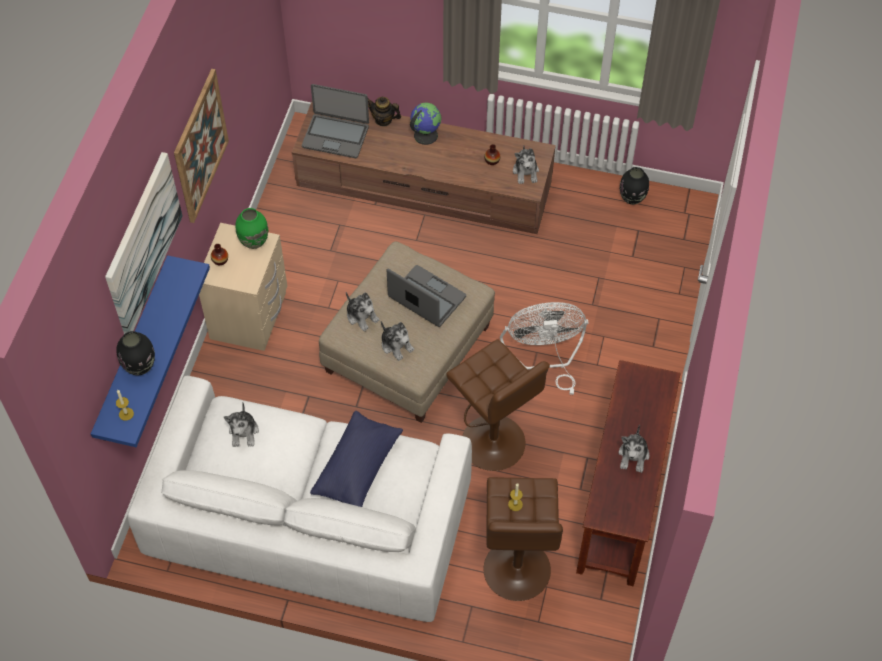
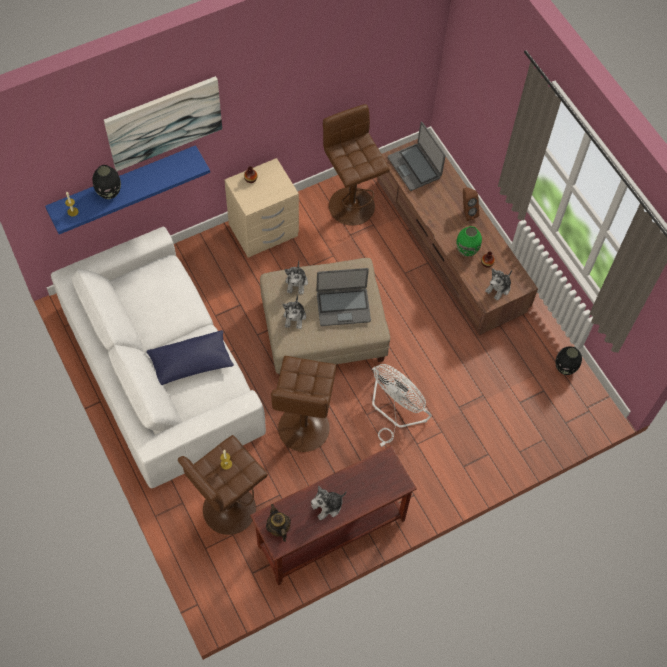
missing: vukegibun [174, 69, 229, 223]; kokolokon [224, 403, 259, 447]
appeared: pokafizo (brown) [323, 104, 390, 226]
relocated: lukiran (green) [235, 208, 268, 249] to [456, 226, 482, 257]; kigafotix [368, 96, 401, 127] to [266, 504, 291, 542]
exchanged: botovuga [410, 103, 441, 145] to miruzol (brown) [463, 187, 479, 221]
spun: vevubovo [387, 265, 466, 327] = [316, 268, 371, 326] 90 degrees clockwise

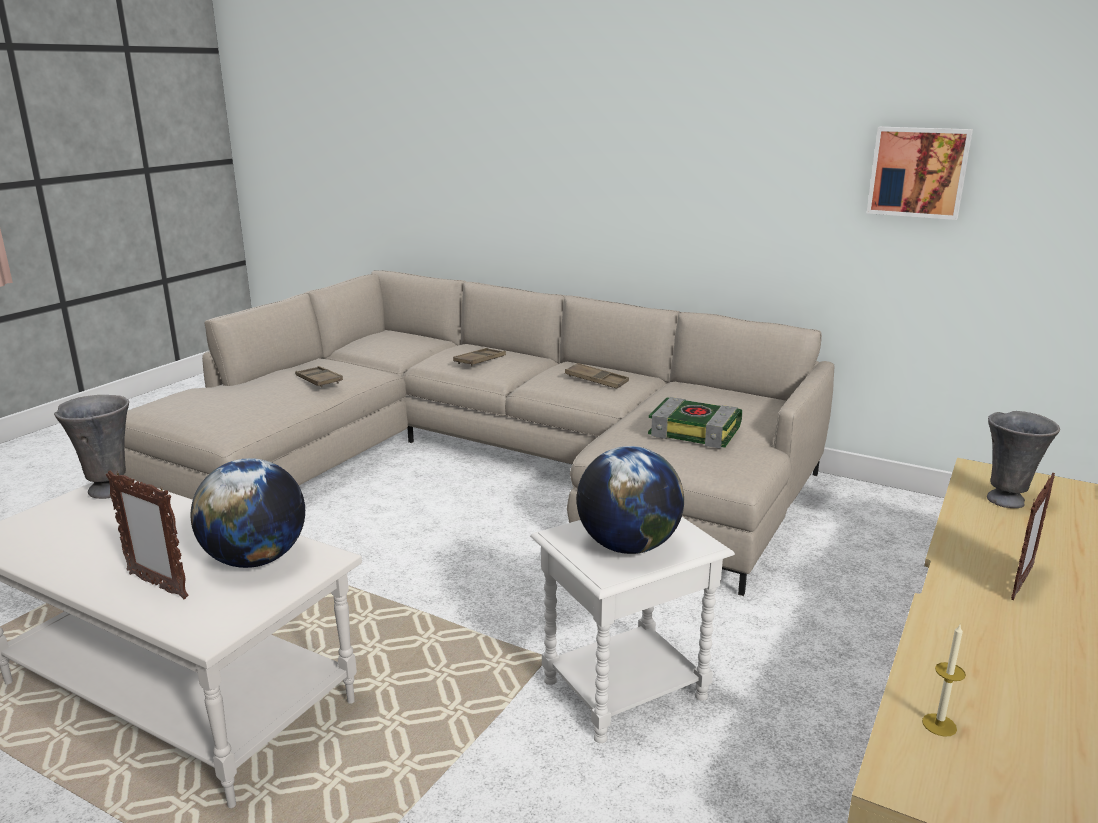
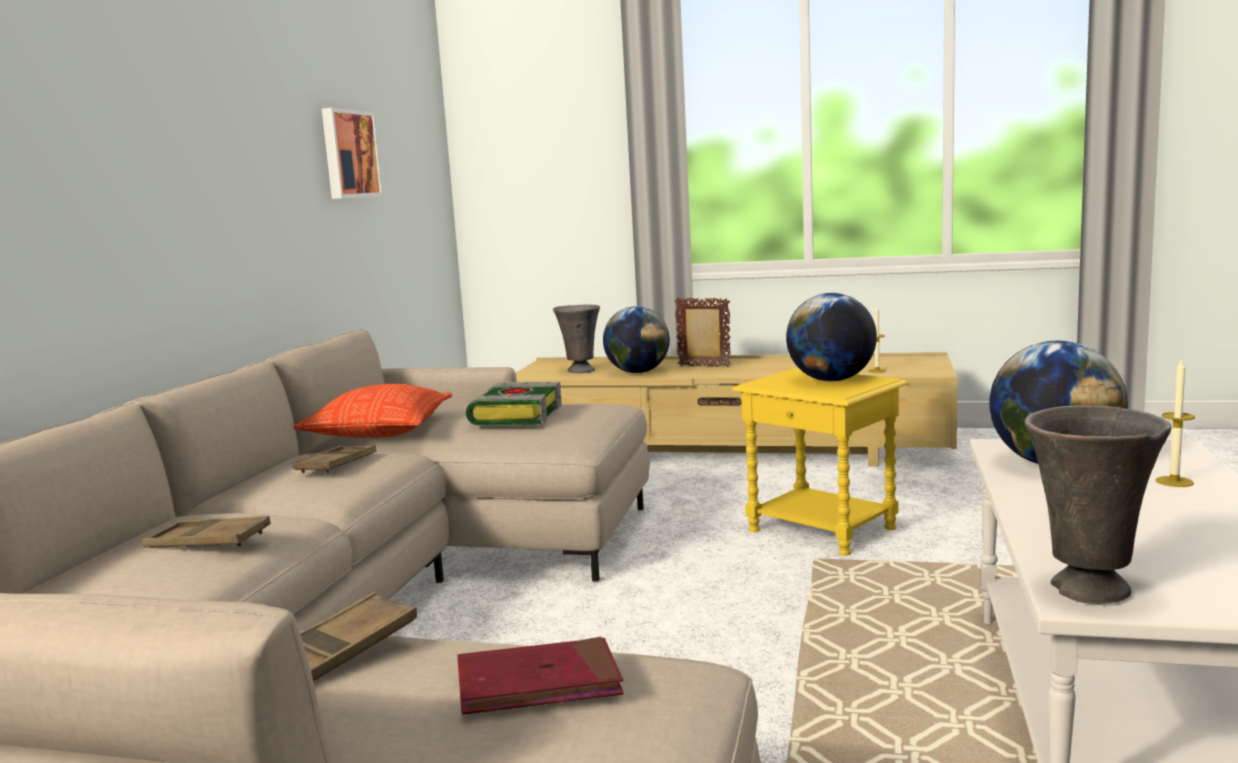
appeared: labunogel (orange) [294, 384, 452, 438]; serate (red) [457, 637, 624, 715]; botovuga [603, 306, 670, 373]
exchanged: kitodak [106, 470, 189, 599] to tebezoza [1156, 359, 1195, 487]
colour: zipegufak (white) [530, 517, 735, 743] to zipegufak (yellow) [732, 368, 908, 556]

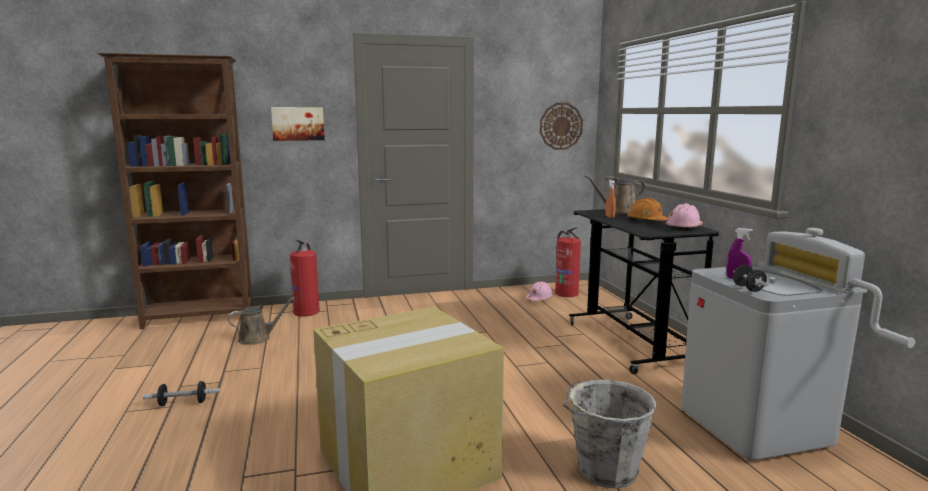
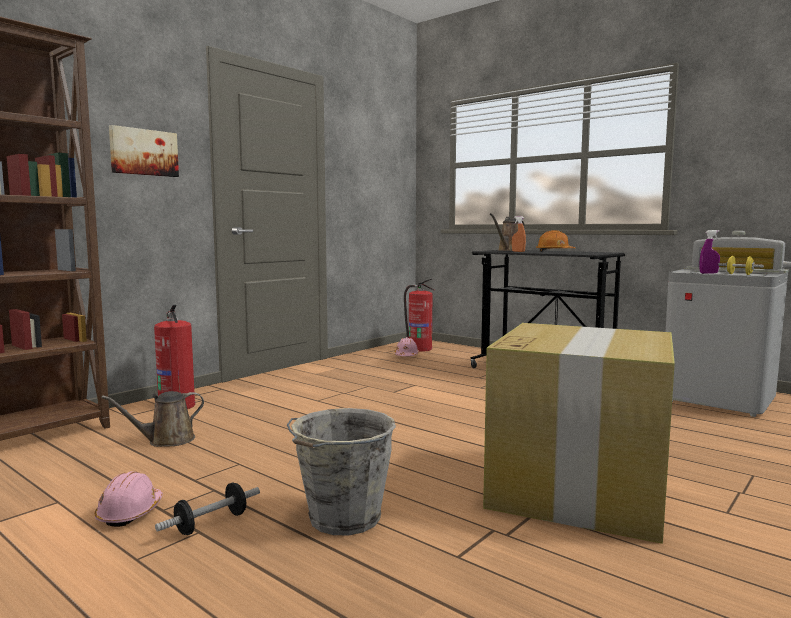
missing: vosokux [540, 103, 583, 150]
relocated: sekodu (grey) [563, 380, 657, 489] to [287, 408, 396, 535]; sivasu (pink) [666, 203, 703, 231] to [95, 471, 163, 527]
colour: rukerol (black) [733, 265, 768, 292] to rukerol (yellow) [718, 256, 764, 275]
spun: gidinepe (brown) [228, 297, 295, 345] = [101, 391, 204, 447] 150 degrees counterclockwise

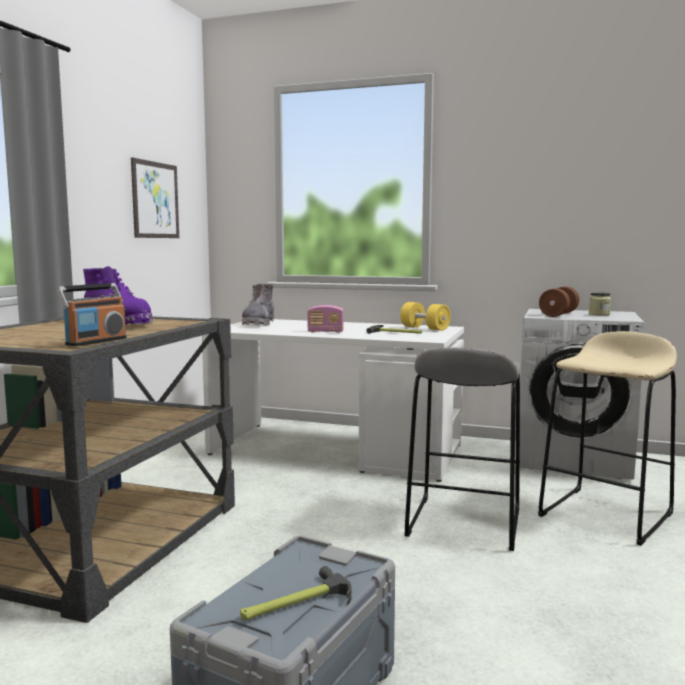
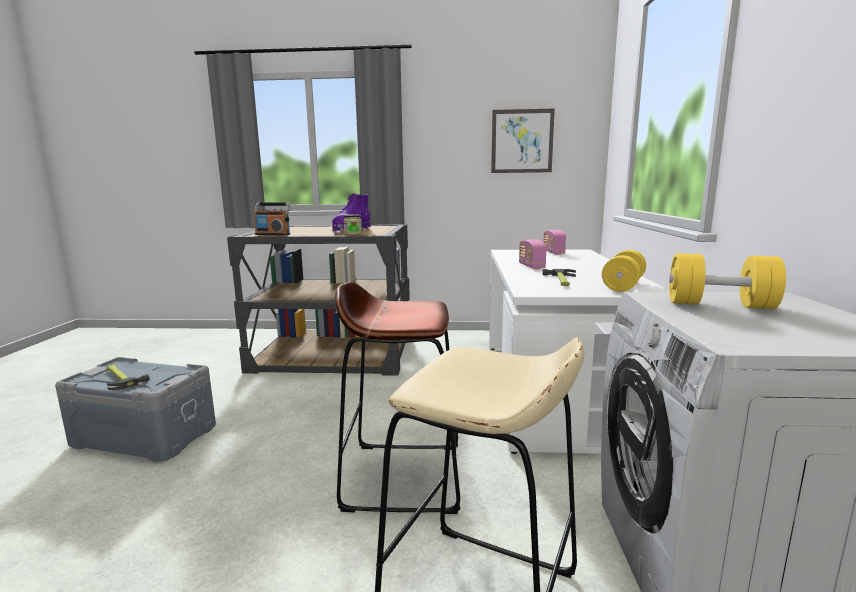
relocated: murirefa [589, 292, 611, 316] to [343, 214, 362, 235]
exchanged: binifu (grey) [242, 284, 274, 325] to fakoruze [543, 230, 566, 255]
colour: pokafizo (grey) [404, 348, 521, 551] to pokafizo (brown) [335, 282, 460, 514]; rukerol (brown) [539, 286, 579, 317] to rukerol (yellow) [669, 253, 786, 309]

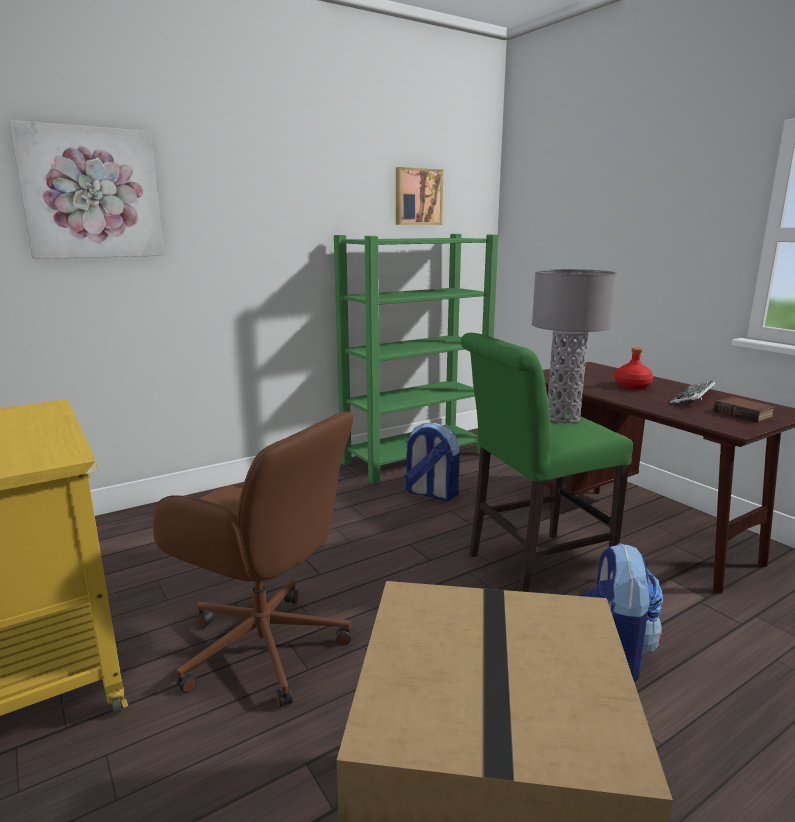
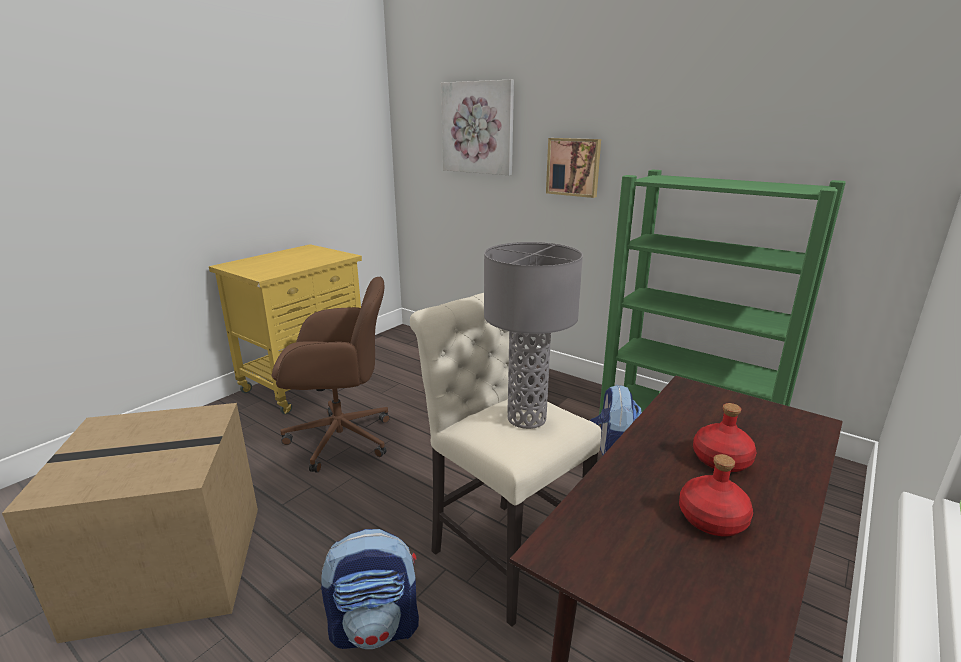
missing: serate [714, 396, 776, 423]
relocated: vukegibun [396, 167, 443, 225] to [546, 138, 601, 198]
exchanged: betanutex [670, 381, 715, 404] to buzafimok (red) [679, 454, 753, 536]
colour: pokafizo (green) [461, 333, 633, 592] to pokafizo (beige) [410, 293, 601, 627]
spun: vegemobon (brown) [153, 412, 353, 707] = [271, 276, 390, 473] 105 degrees counterclockwise

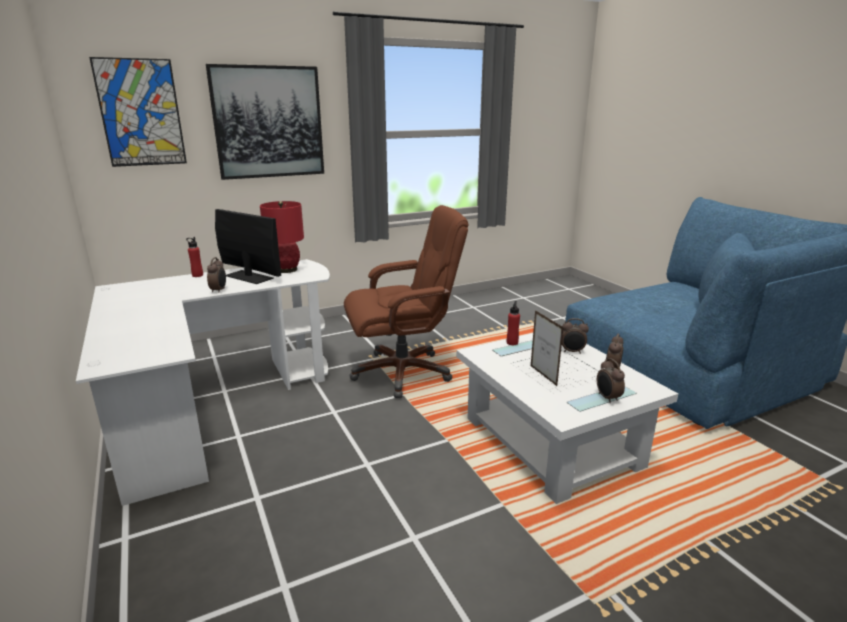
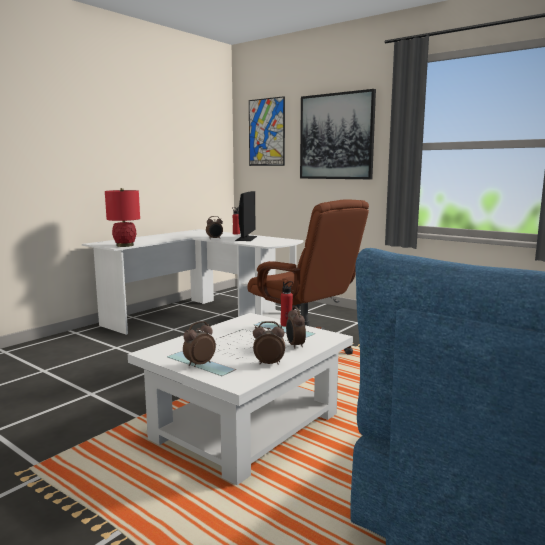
missing: kitodak [531, 310, 564, 386]
relocated: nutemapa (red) [260, 201, 304, 273] to [105, 188, 140, 247]

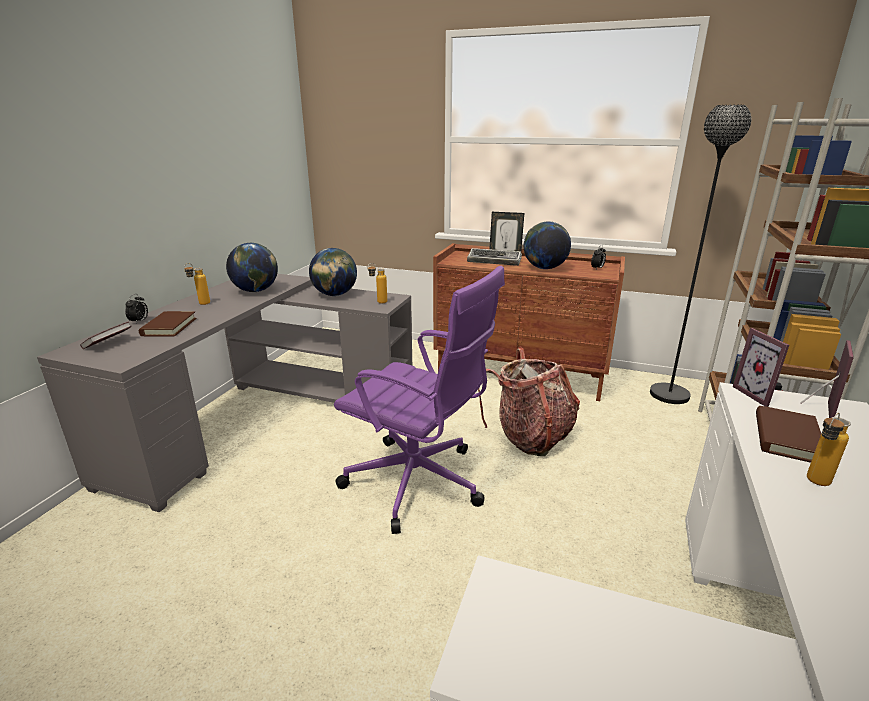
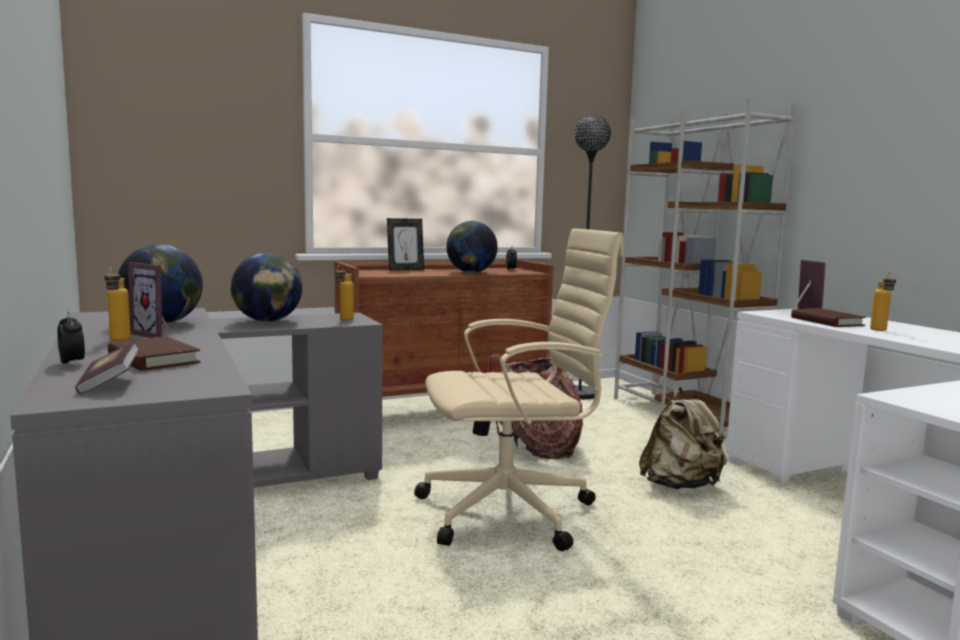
missing: betanutex [467, 248, 522, 266]
appeared: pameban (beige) [639, 387, 727, 489]
relocated: kitodak [733, 328, 789, 407] to [128, 262, 171, 338]
colour: vegemobon (purple) [334, 266, 505, 534] to vegemobon (beige) [414, 228, 624, 551]

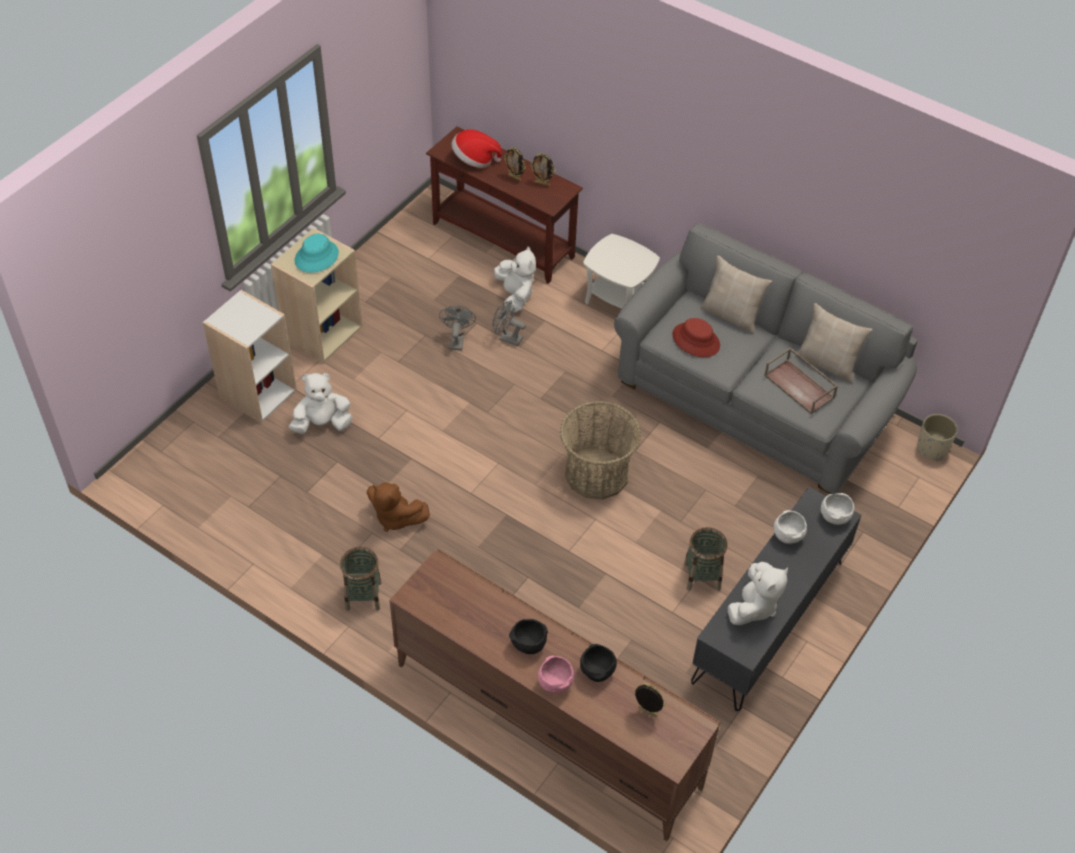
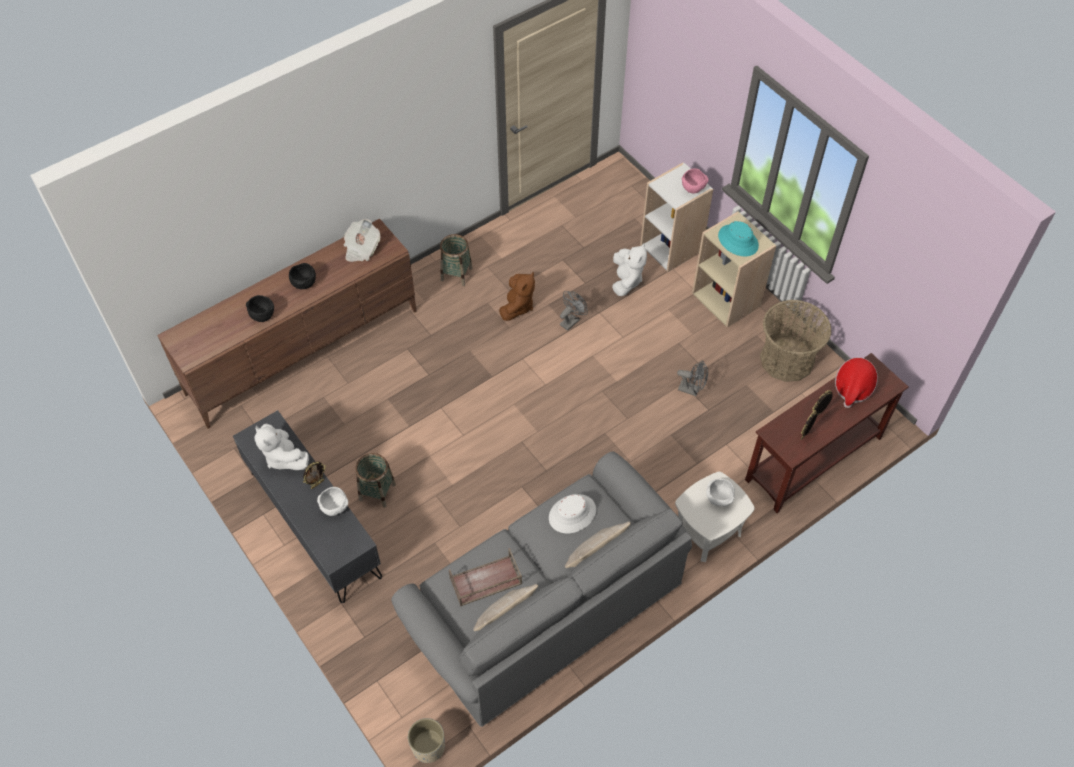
missing: kokolokon (white) [494, 246, 536, 312]
appeared: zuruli [344, 219, 381, 262]
relocated: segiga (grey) [492, 300, 526, 346] to [560, 291, 588, 331]; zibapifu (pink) [538, 656, 574, 694] to [682, 168, 709, 193]; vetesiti [560, 401, 641, 500] to [760, 300, 832, 382]; kitodak [634, 683, 666, 717] to [303, 462, 326, 489]; zibapifu (white) [821, 493, 854, 525] to [706, 479, 735, 506]
colour: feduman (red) [673, 318, 720, 357] to feduman (white) [549, 494, 596, 533]
spun: kokolokon (brown) [367, 482, 430, 532] = [499, 272, 535, 321] 150 degrees clockwise

